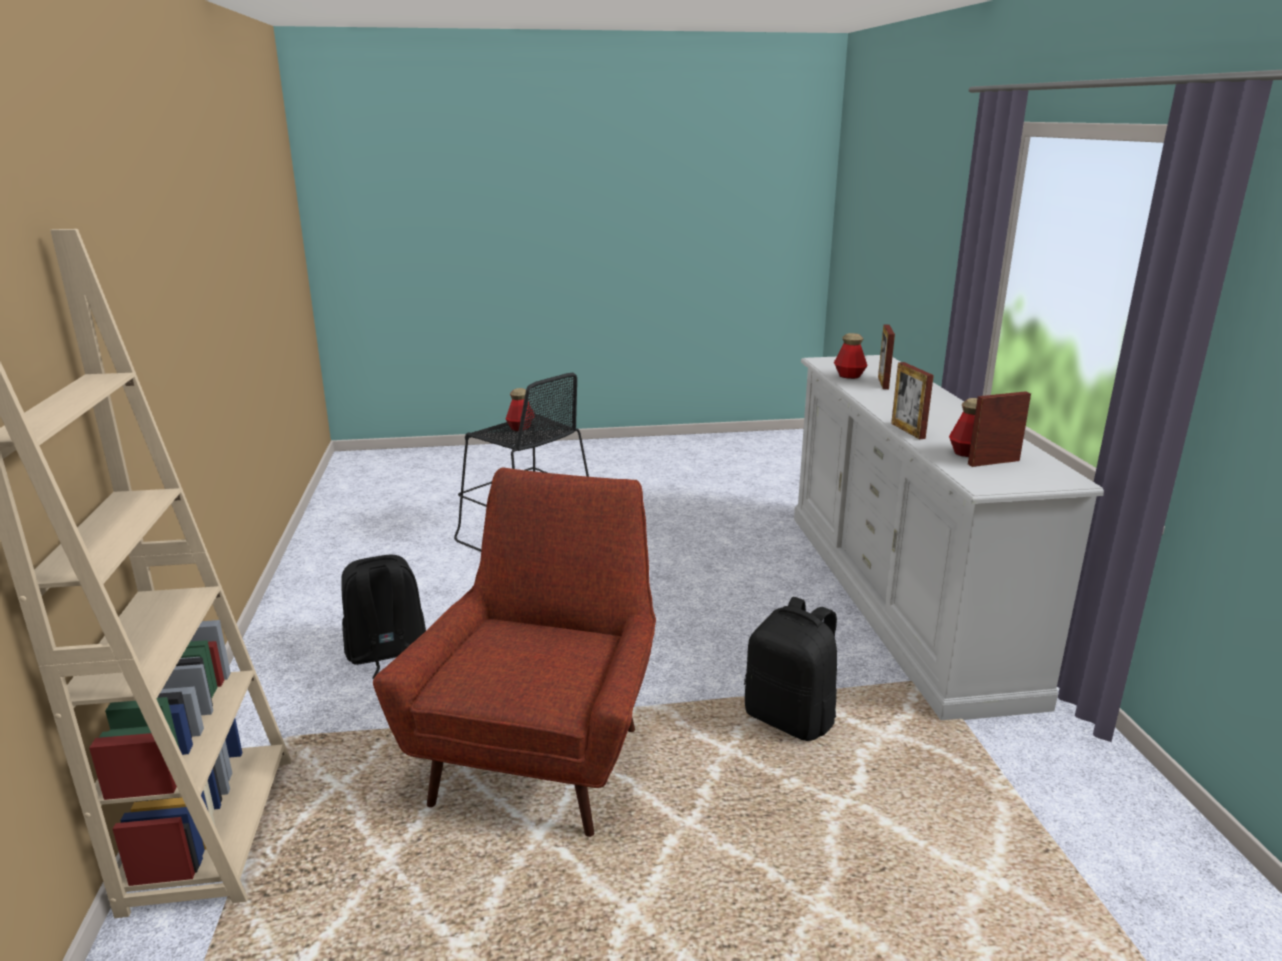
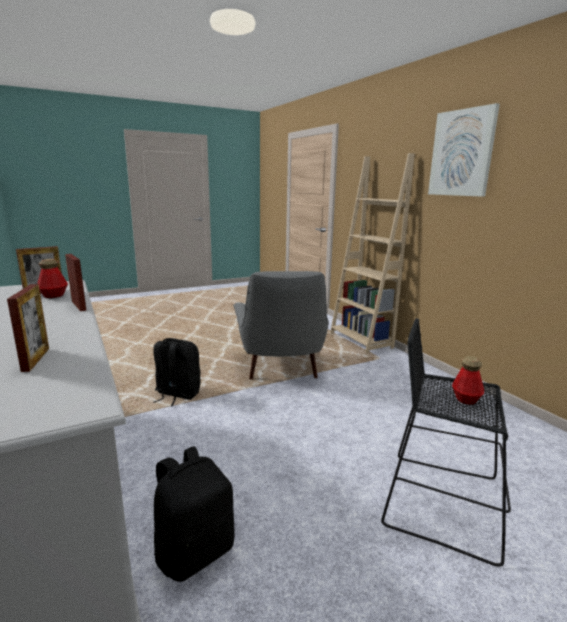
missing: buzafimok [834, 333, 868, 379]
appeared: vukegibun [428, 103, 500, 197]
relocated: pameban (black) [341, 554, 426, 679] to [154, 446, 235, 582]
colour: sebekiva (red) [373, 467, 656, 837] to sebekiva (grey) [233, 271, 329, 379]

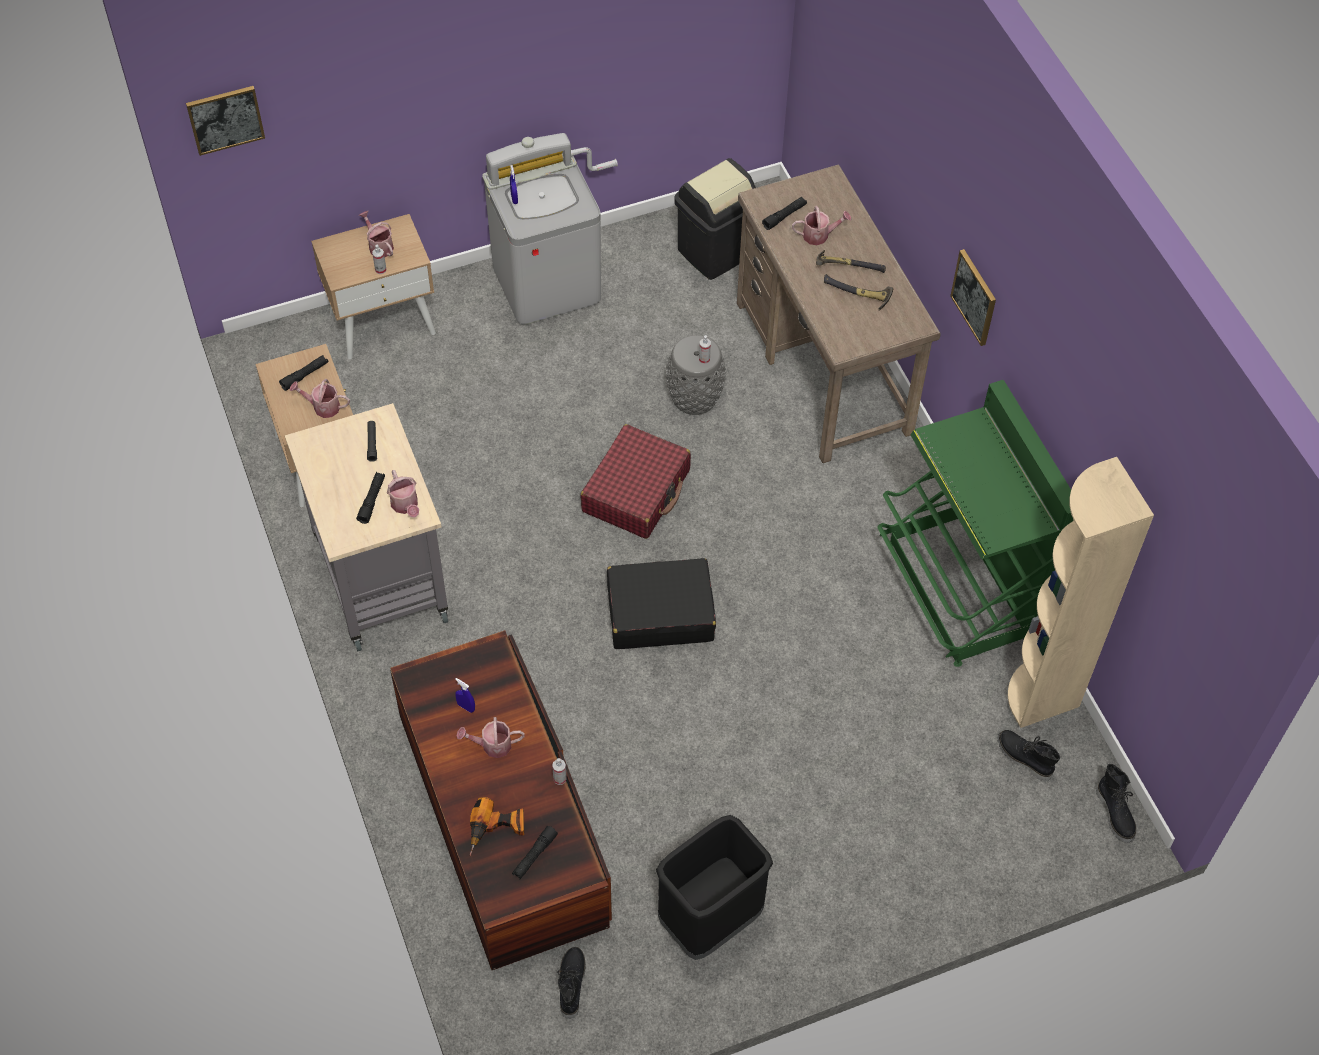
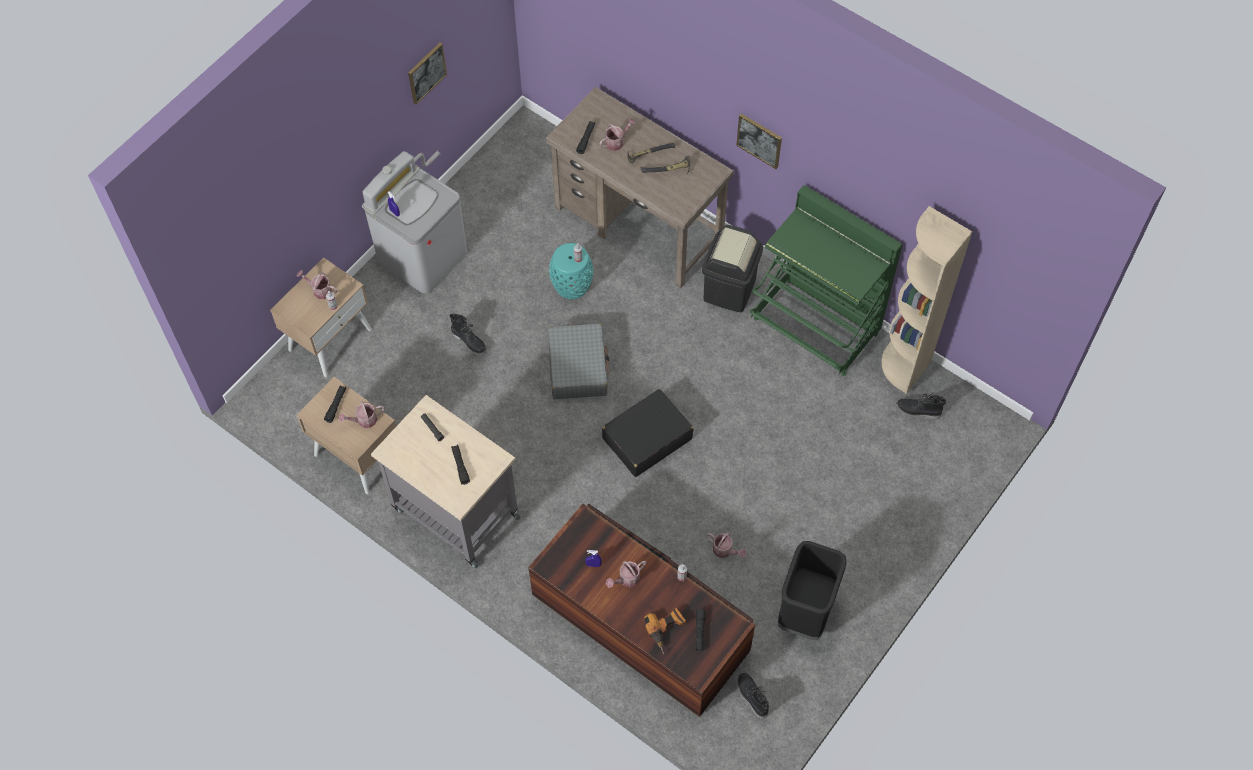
relocated: vukegibun [186, 86, 265, 156] to [408, 42, 447, 105]; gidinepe [387, 470, 419, 517] to [707, 533, 746, 558]; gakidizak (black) [674, 158, 756, 280] to [702, 225, 763, 313]; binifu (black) [1096, 764, 1136, 843] to [450, 314, 487, 356]
colour: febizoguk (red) [581, 424, 691, 539] to febizoguk (grey) [548, 323, 609, 399]; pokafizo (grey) [666, 335, 726, 415] to pokafizo (turquoise) [549, 243, 593, 299]

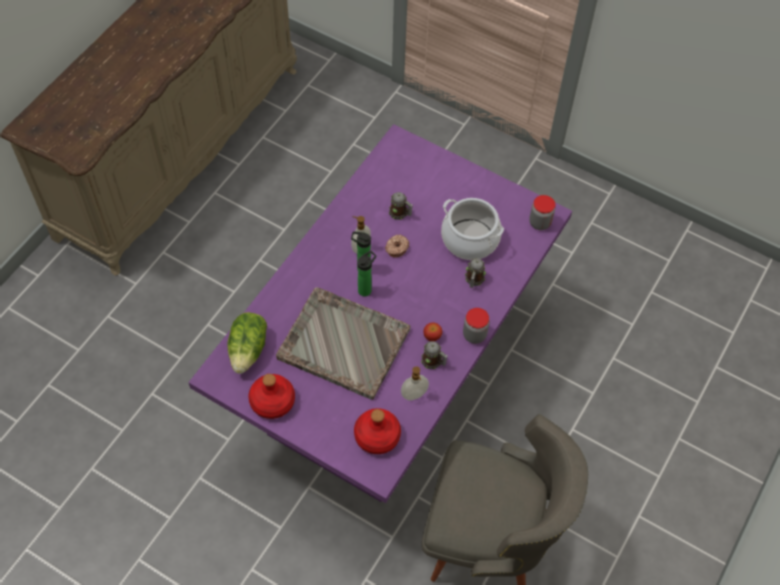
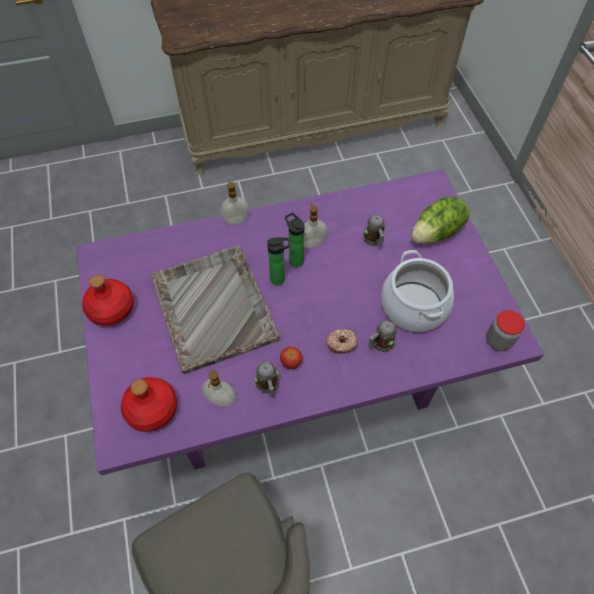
missing: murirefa [463, 308, 489, 344]
appeared: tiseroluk [220, 179, 249, 225]
relocated: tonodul [228, 312, 267, 374] to [411, 196, 469, 244]; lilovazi [385, 234, 409, 258] to [326, 329, 358, 354]

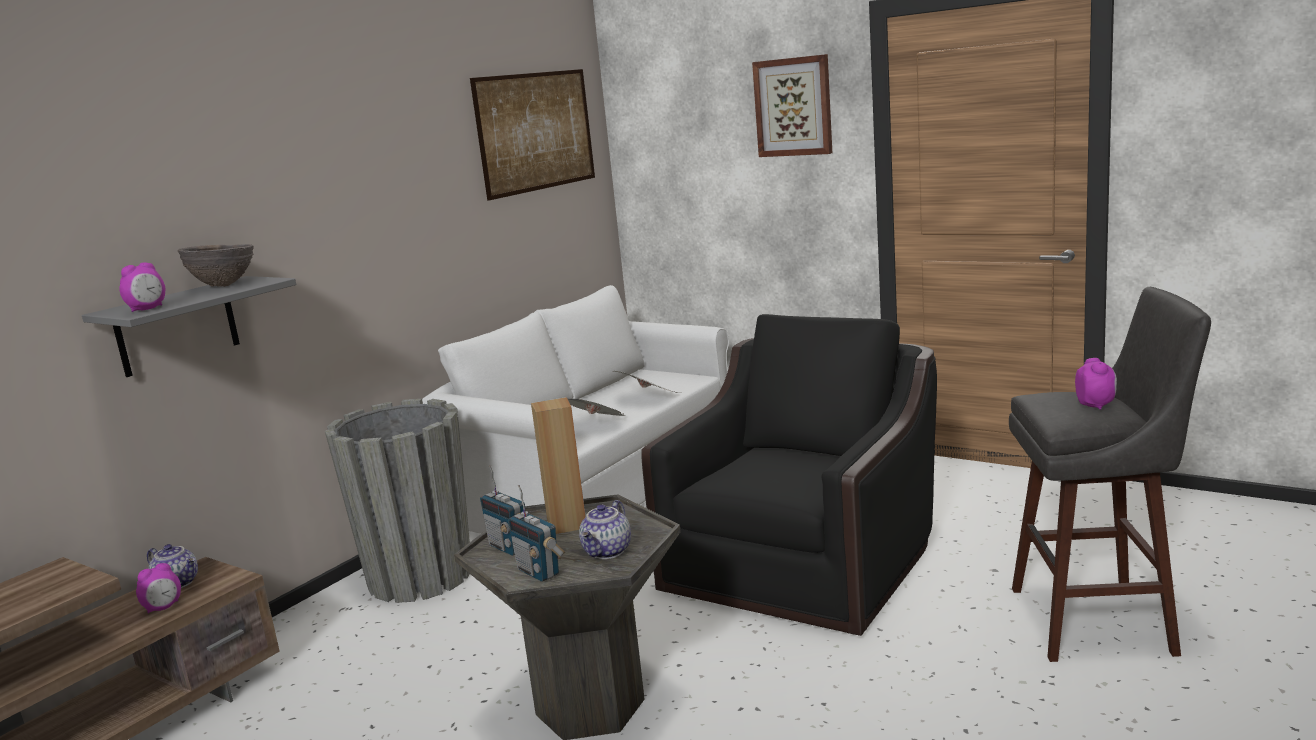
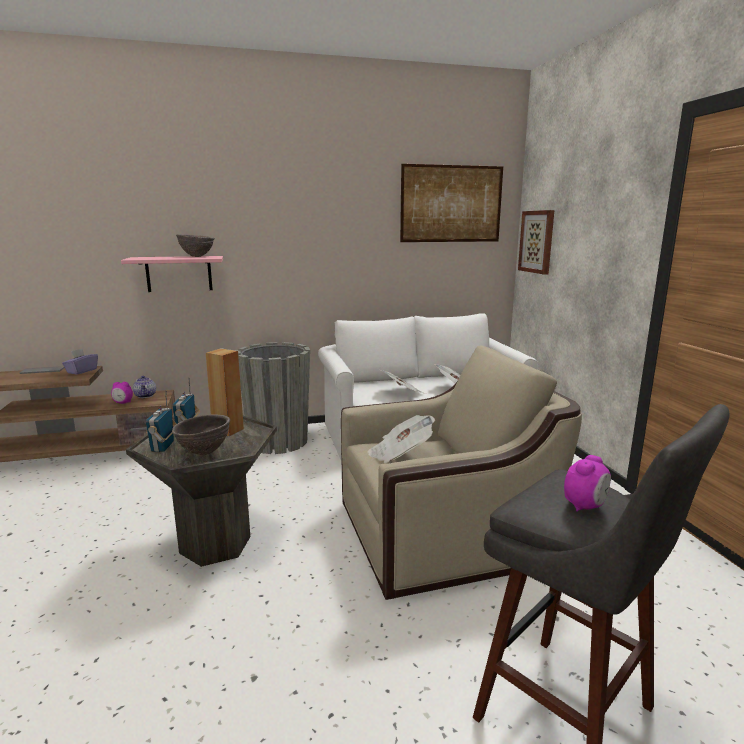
missing: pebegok [119, 262, 165, 312]
appeared: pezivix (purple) [62, 349, 98, 374]; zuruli [367, 415, 435, 463]
relocated: vukegibun [752, 54, 832, 157] to [518, 210, 554, 275]
exchanged: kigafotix [579, 500, 631, 559] to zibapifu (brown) [172, 415, 230, 455]
colour: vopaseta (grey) [82, 276, 296, 377] to vopaseta (pink) [121, 256, 223, 292]; sebekiva (black) [641, 314, 937, 636] to sebekiva (beige) [341, 346, 582, 600]

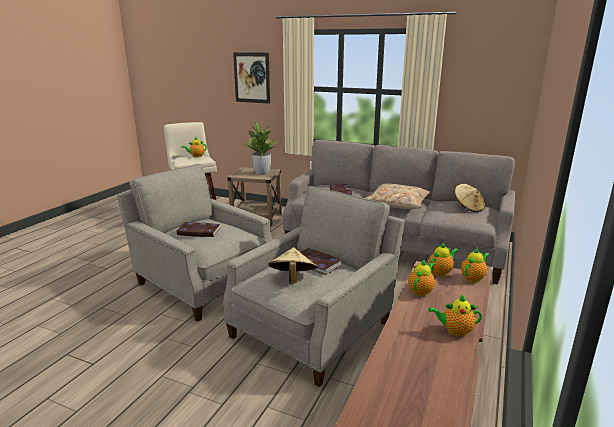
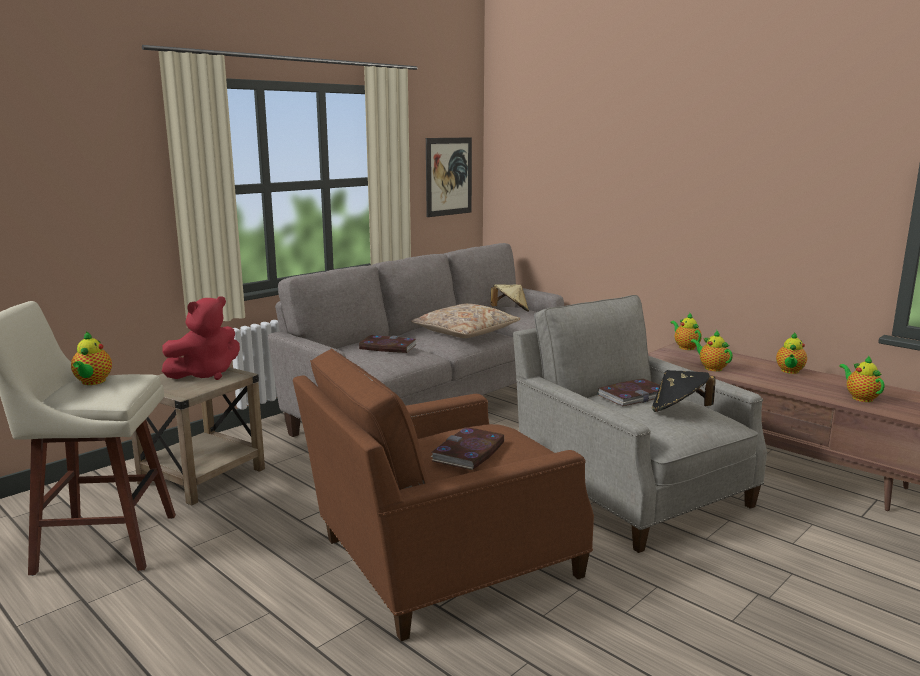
relocated: vukegibun [233, 52, 270, 104] to [426, 137, 472, 217]; kigafotix [428, 242, 458, 277] to [839, 355, 885, 402]
exchanged: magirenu [244, 121, 277, 175] to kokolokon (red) [162, 296, 240, 380]
colour: sebekiva (grey) [117, 164, 272, 322] to sebekiva (brown) [293, 348, 594, 641]; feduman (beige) [268, 247, 318, 284] to feduman (black) [652, 370, 716, 412]

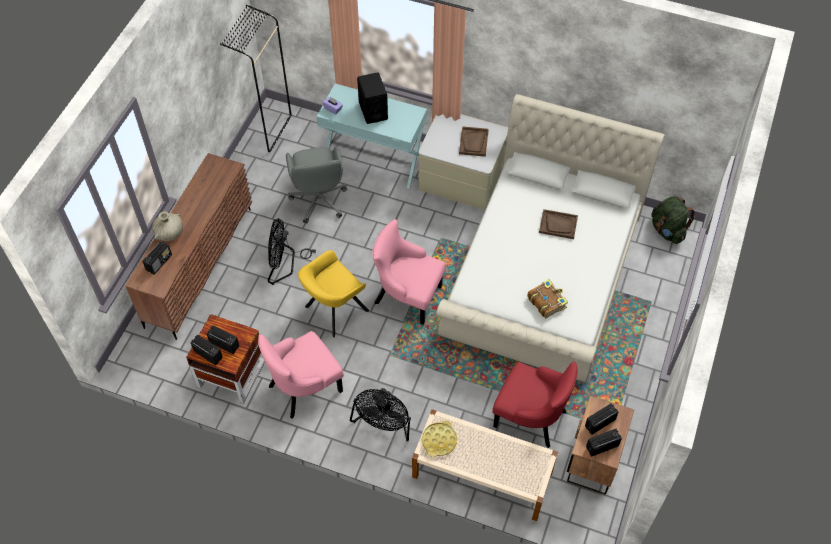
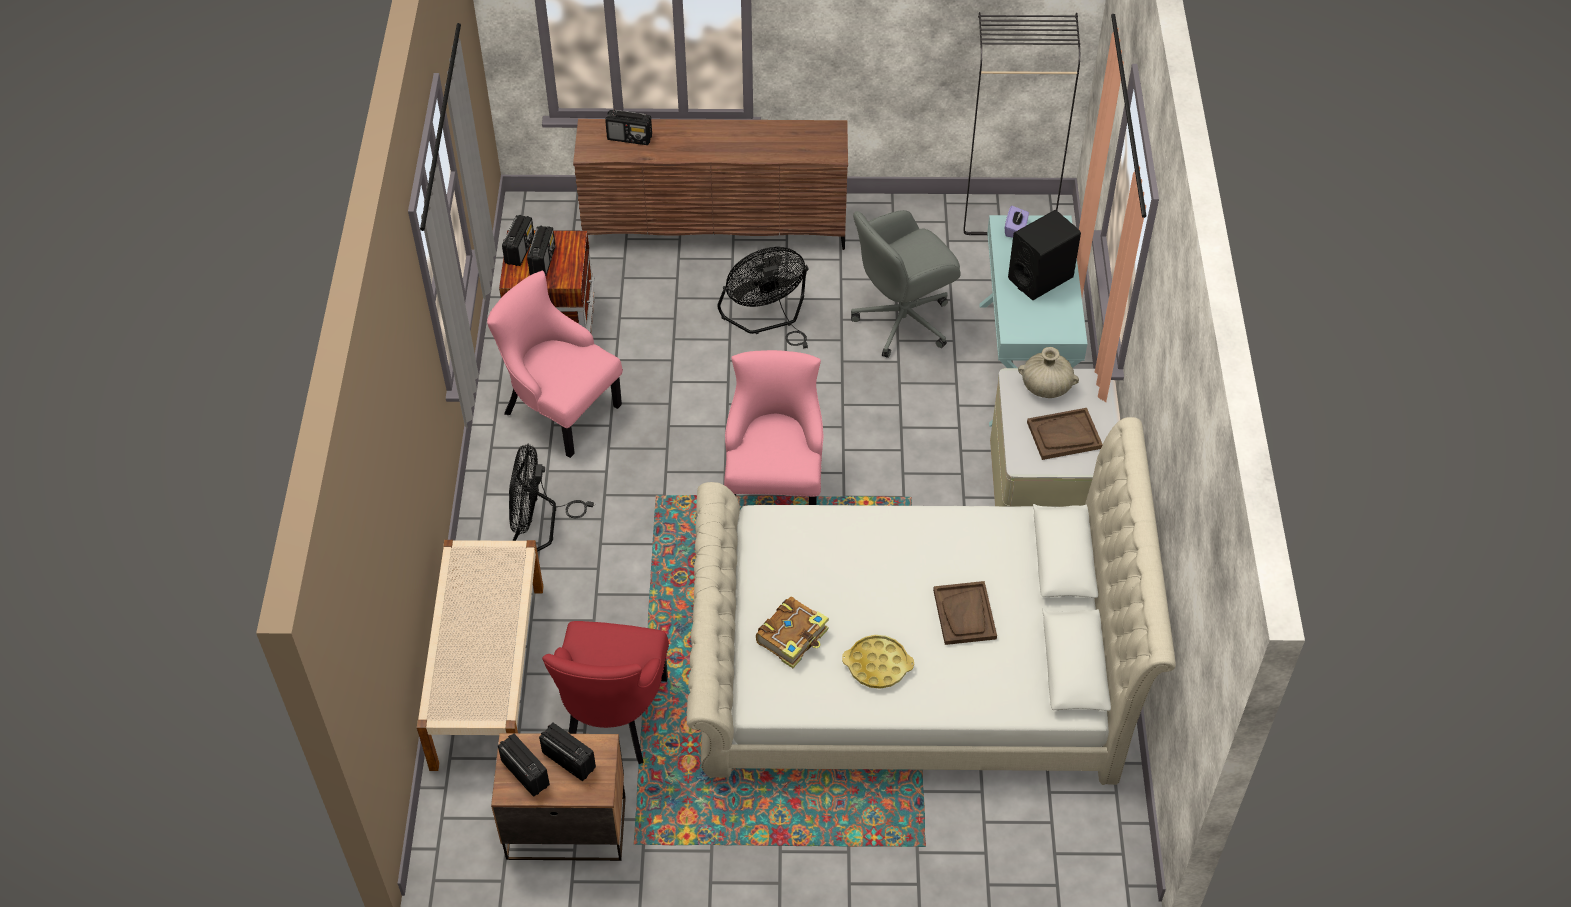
missing: sebekiva (yellow) [298, 250, 369, 337]; pameban (green) [652, 196, 695, 244]
relocated: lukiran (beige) [152, 211, 183, 241] to [1018, 347, 1079, 398]; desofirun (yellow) [422, 420, 457, 457] to [842, 635, 914, 689]

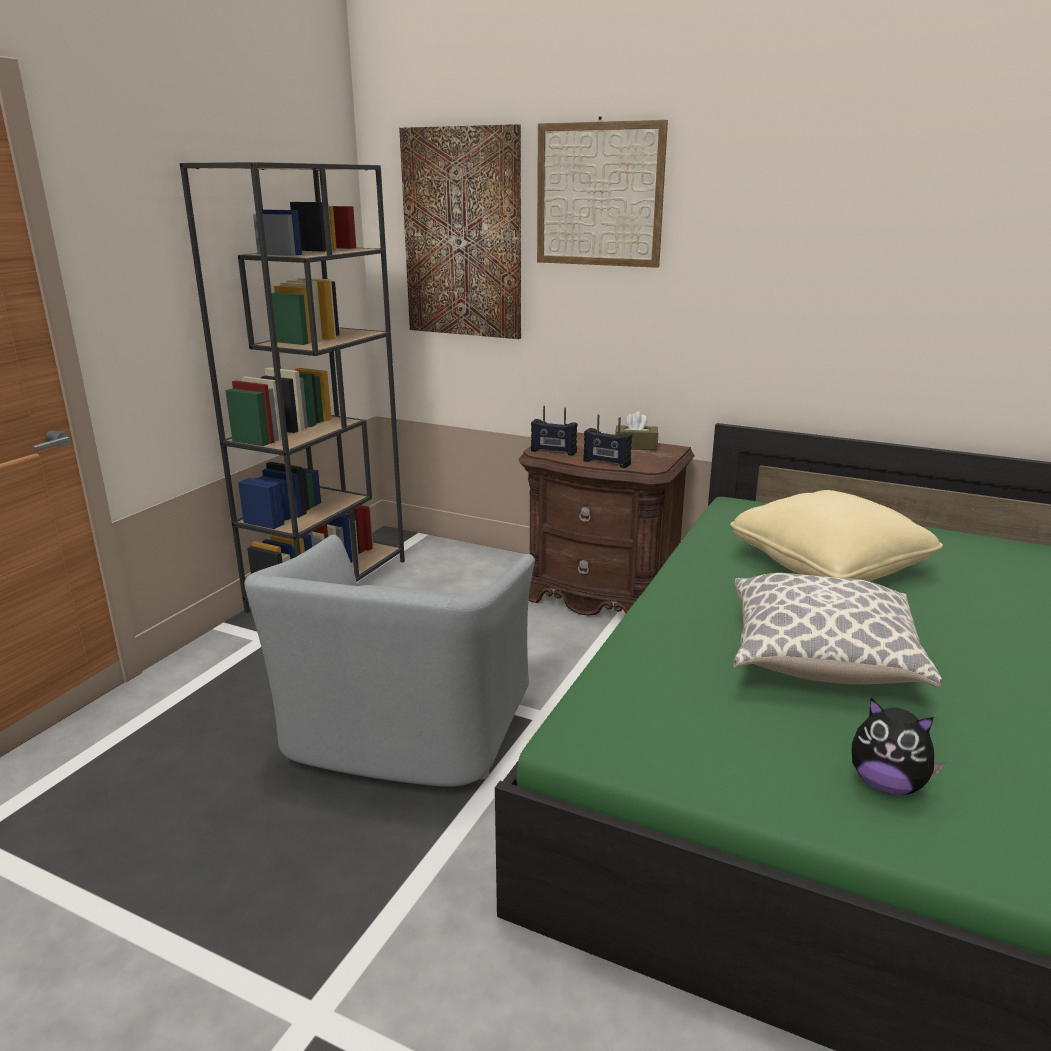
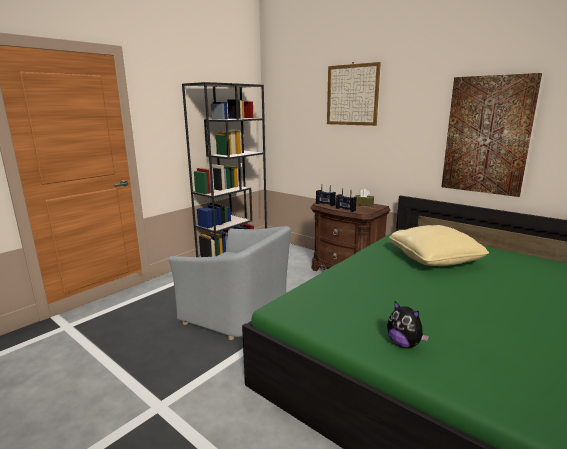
missing: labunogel [733, 573, 942, 688]
relocated: vukegibun [399, 124, 521, 339] to [441, 73, 542, 197]
spun: sebekiva (grey) [244, 535, 535, 787] = [169, 226, 291, 340] 90 degrees counterclockwise

